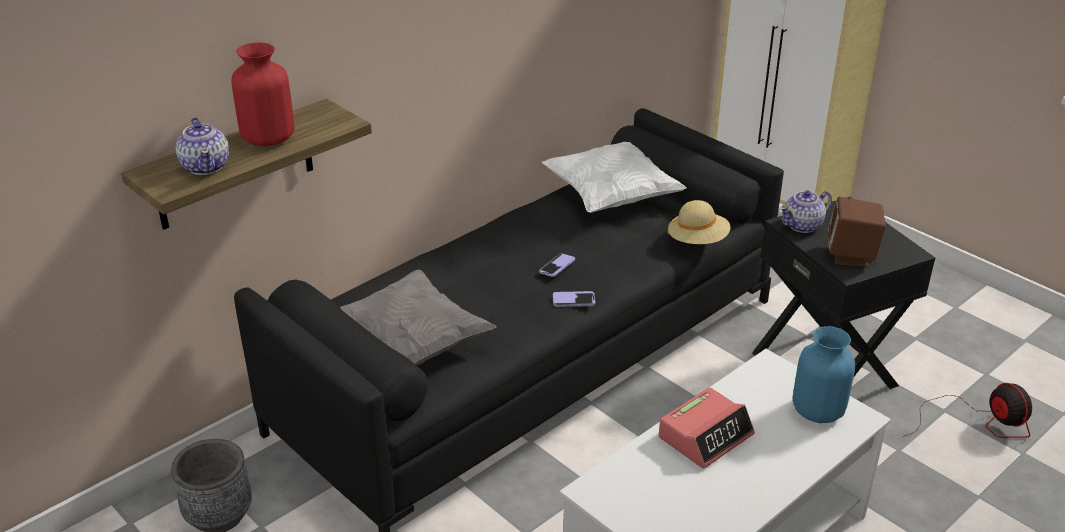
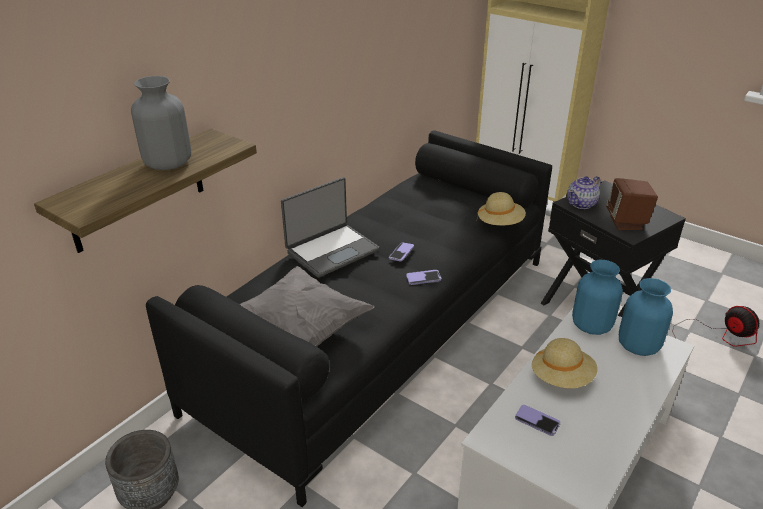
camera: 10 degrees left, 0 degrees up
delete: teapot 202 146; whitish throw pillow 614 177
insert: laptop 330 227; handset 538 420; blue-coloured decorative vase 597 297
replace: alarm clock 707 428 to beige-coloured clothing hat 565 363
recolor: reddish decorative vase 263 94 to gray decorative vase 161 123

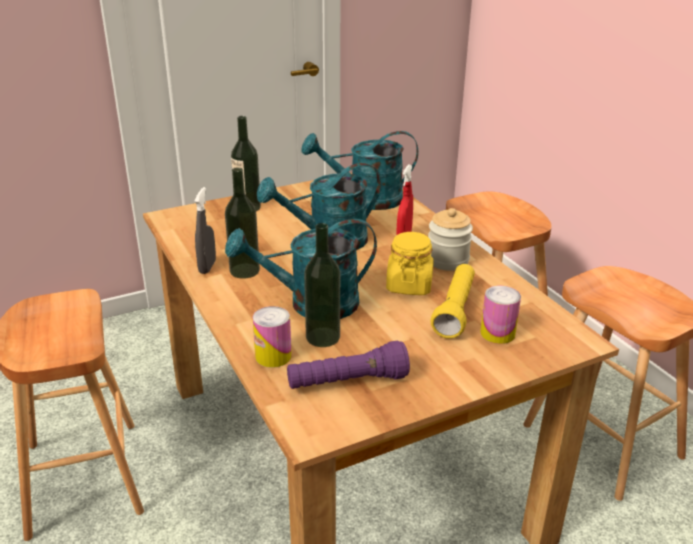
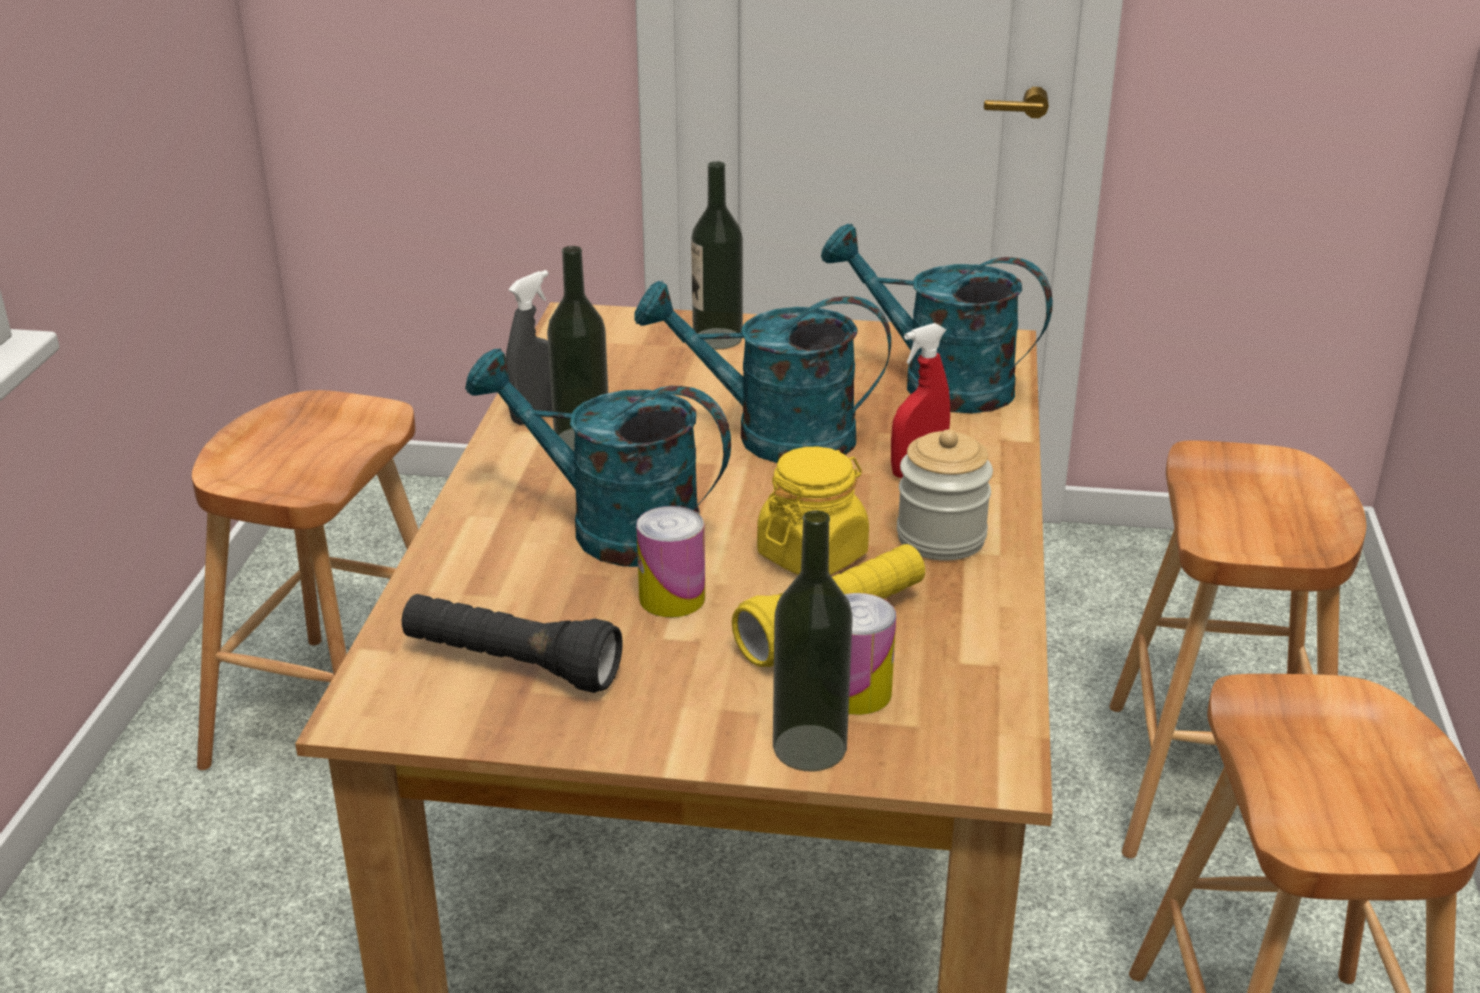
camera: 35 degrees right, 0 degrees up
move: can 272 336 to 670 561; beverage bottle 322 285 to 812 641
recolor: purplish torch 348 365 to blackish torch 512 643

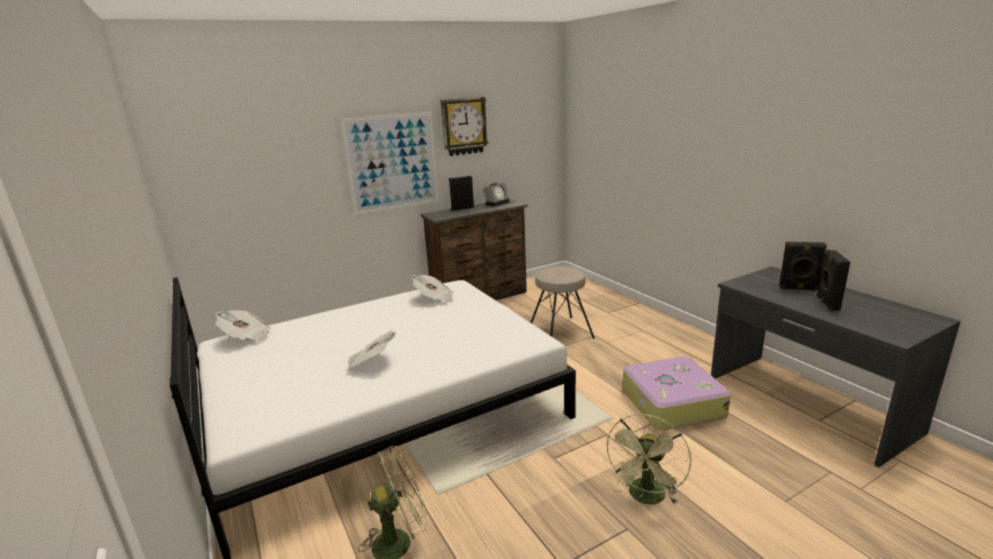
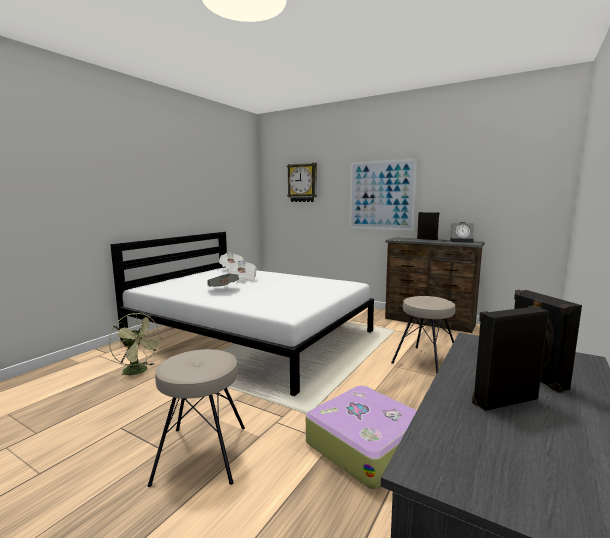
camera: 60 degrees right, 10 degrees down
move: newspaper 432 289 to 242 271; wall clock 464 126 to 302 182
replace: green-coloured electric fan 647 459 to beige-coloured stool seat 196 418

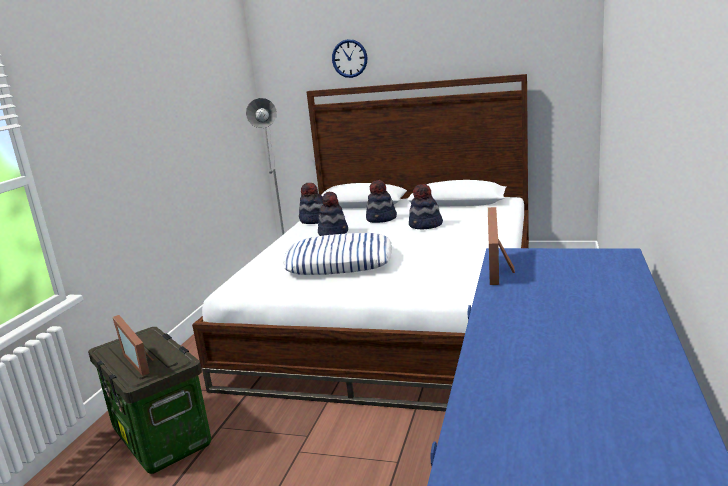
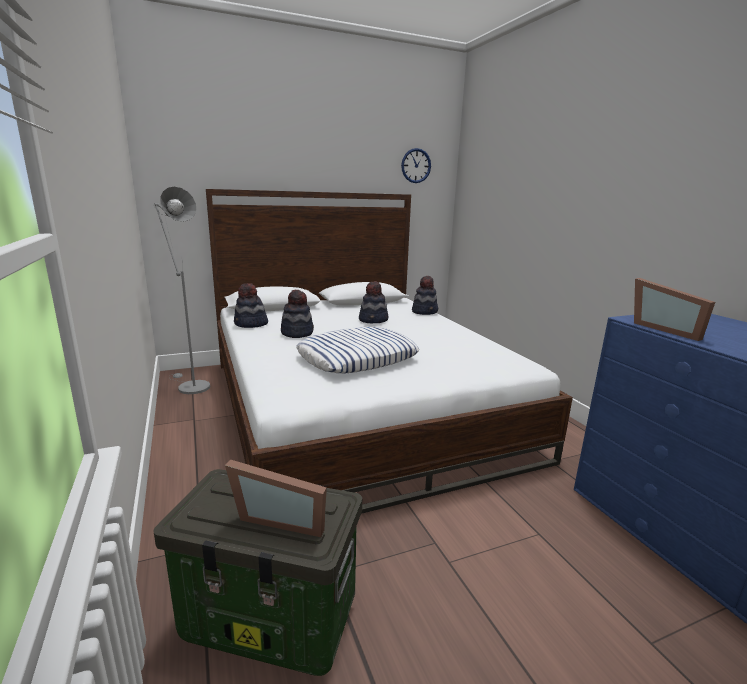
camera: 40 degrees left, 0 degrees up
move: wall clock 350 58 to 416 165; clothing hat 381 201 to 425 295

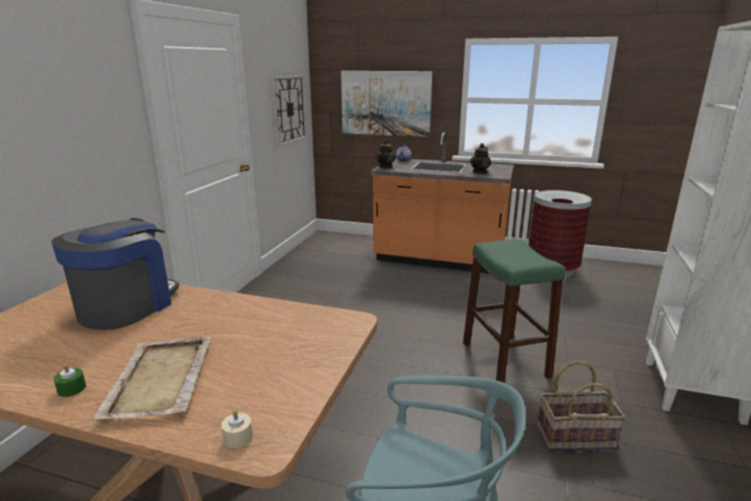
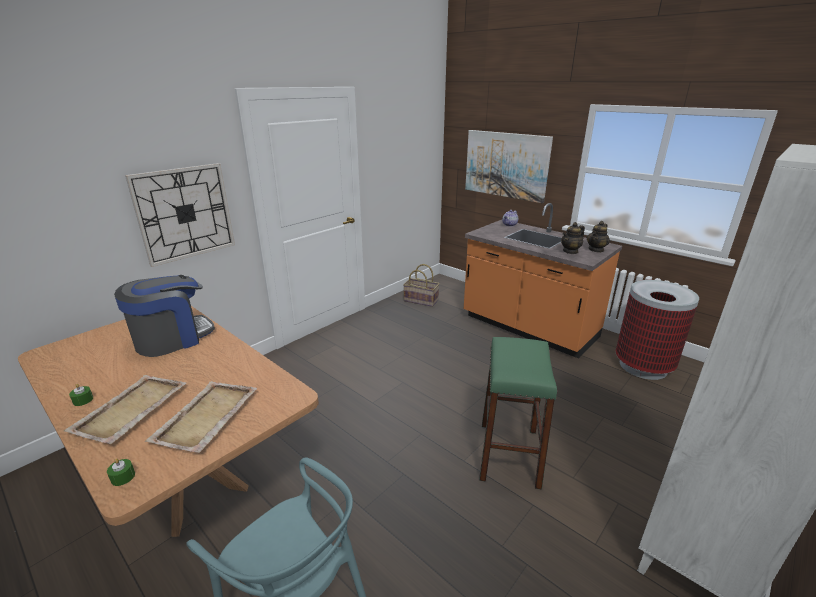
camera: 25 degrees right, 5 degrees up
insert: beige-coloured tray 201 417
move: wall clock 289 111 to 180 215; teapot 386 153 to 598 237; household basket 581 405 to 421 285
recolor: beige-coloured wax light 237 429 to green-coloured wax light 121 472

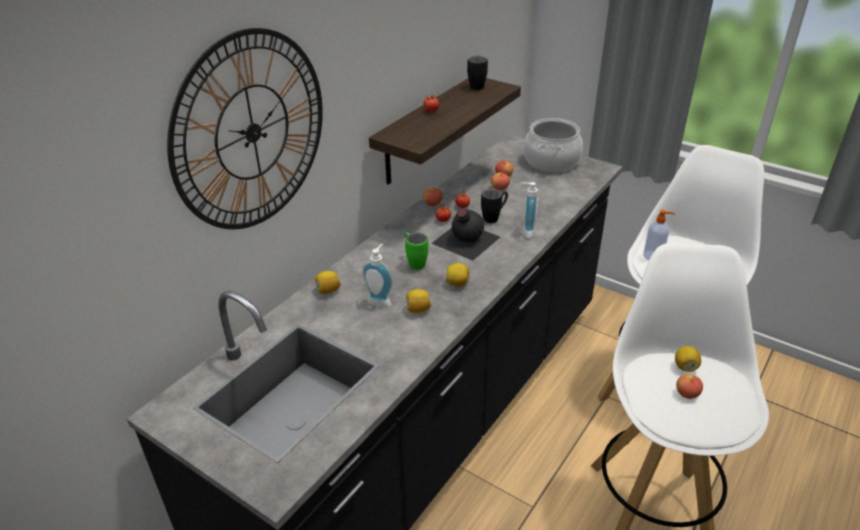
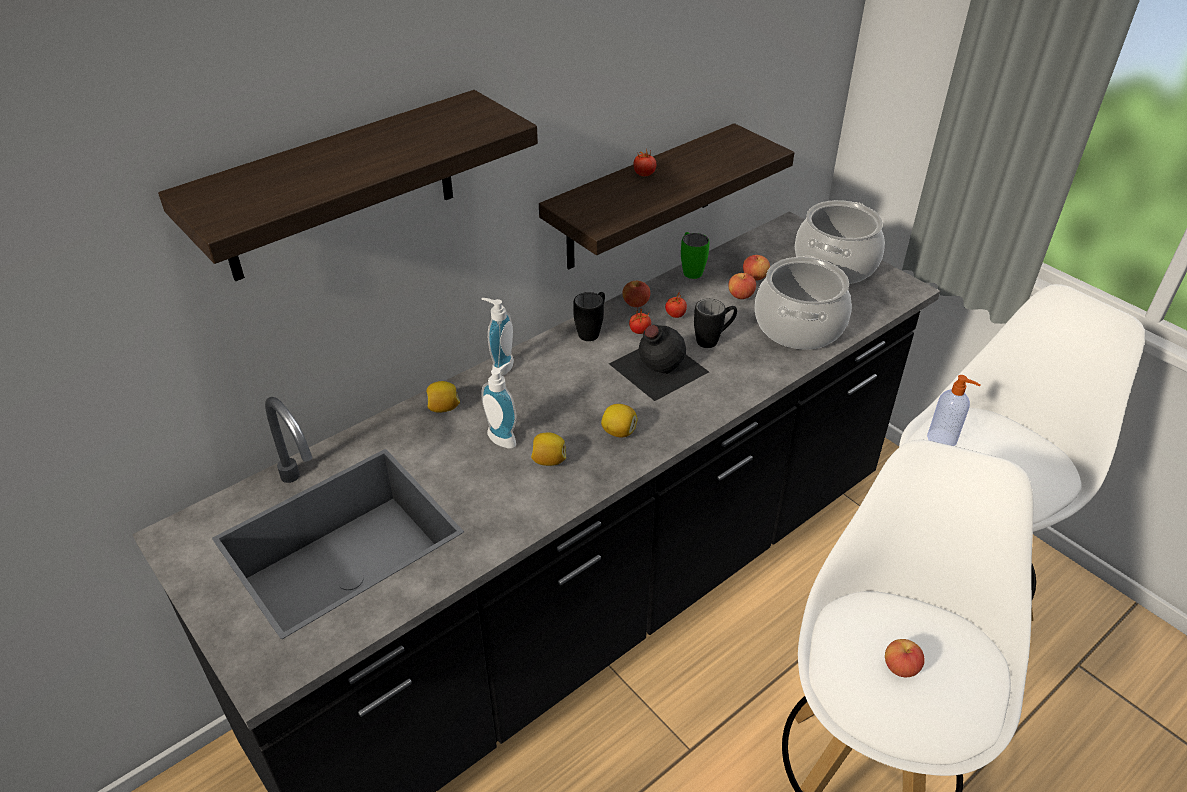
camera: 15 degrees right, 5 degrees up
delete: lemon 688 359
insert: saucepot 803 303
move: green-coloured tea mug 416 251 to 695 255; blackish tea mug 477 73 to 589 316; liquid soap bottle 529 210 to 497 337
replace: wall clock 245 128 to wall shelf 348 185

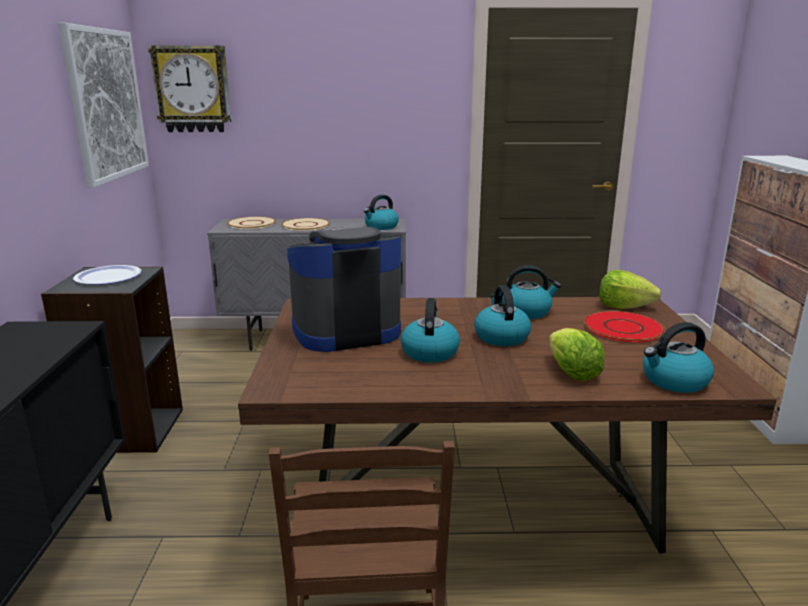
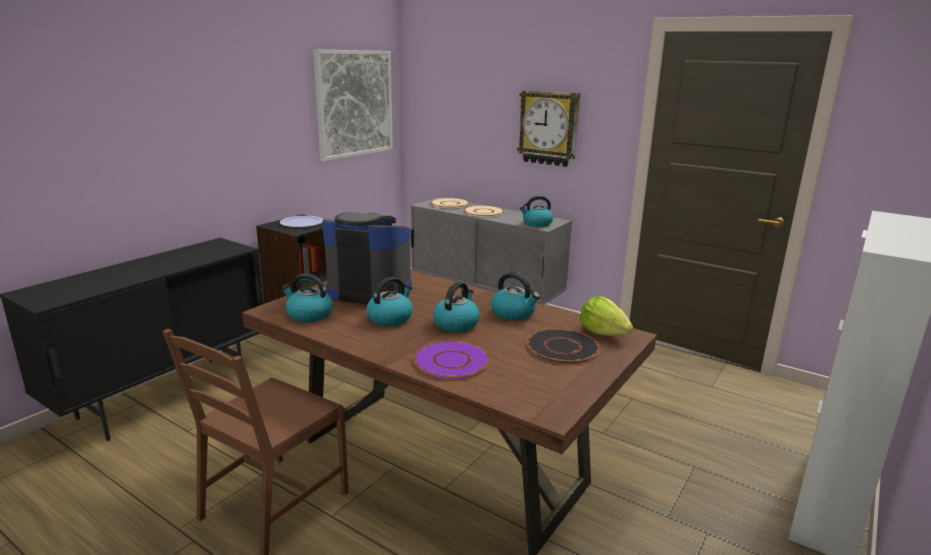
camera: 35 degrees right, 0 degrees up
move: wall clock 189 88 to 548 128; tea kettle 678 357 to 307 297
replace: head of lettuce 577 354 to purplish plate 452 360
recolor: reddish plate 624 326 to blackish plate 563 346

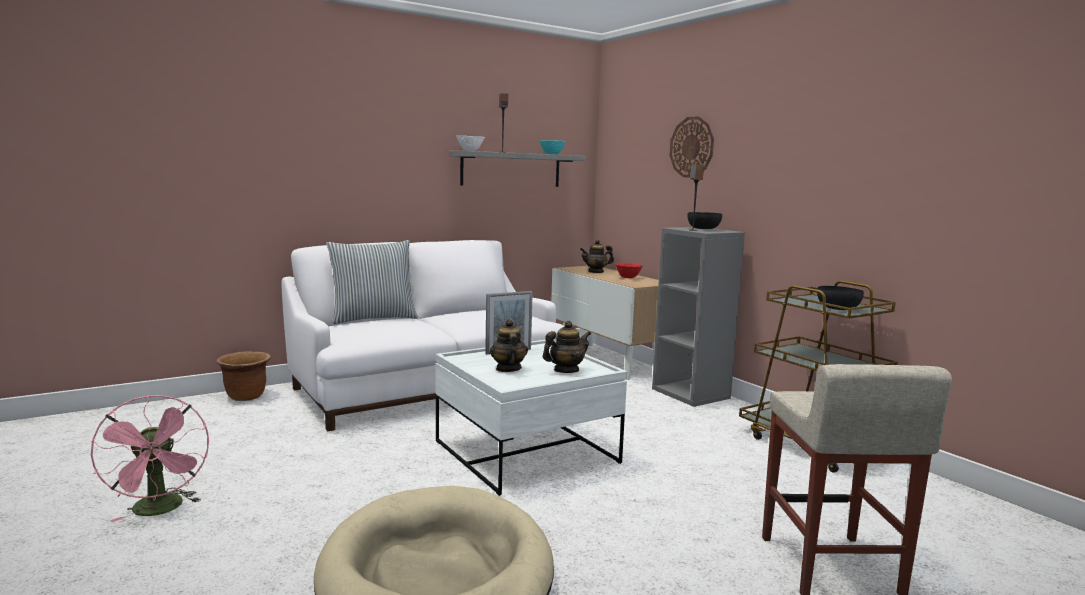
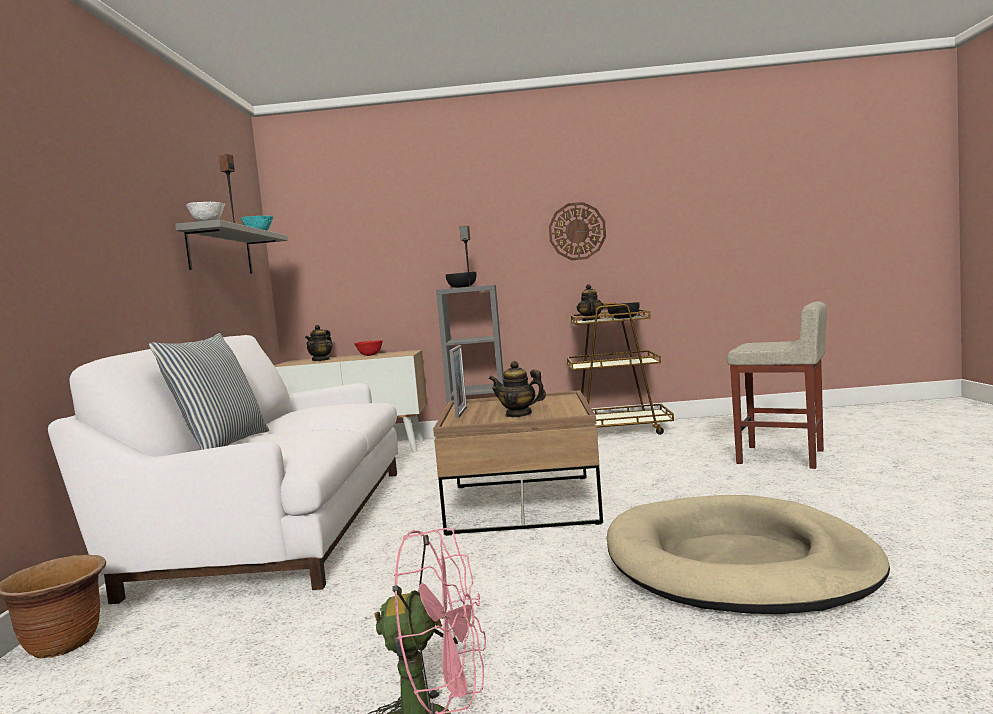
camera: 55 degrees left, 5 degrees down
move: teapot 567 347 to 590 302; wall clock 692 147 to 577 231
recolor: whitish lounge table 531 418 to brownish lounge table 518 463

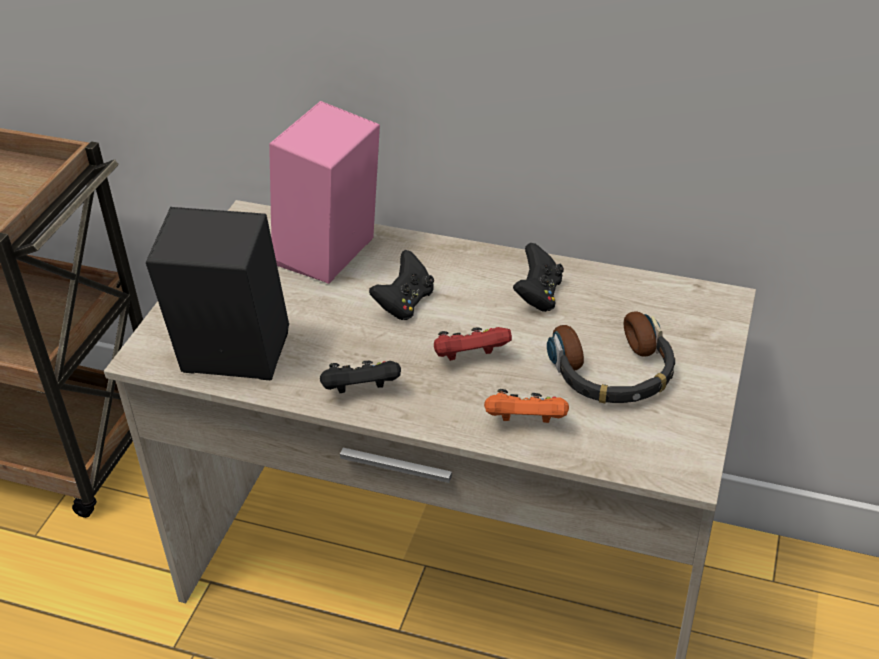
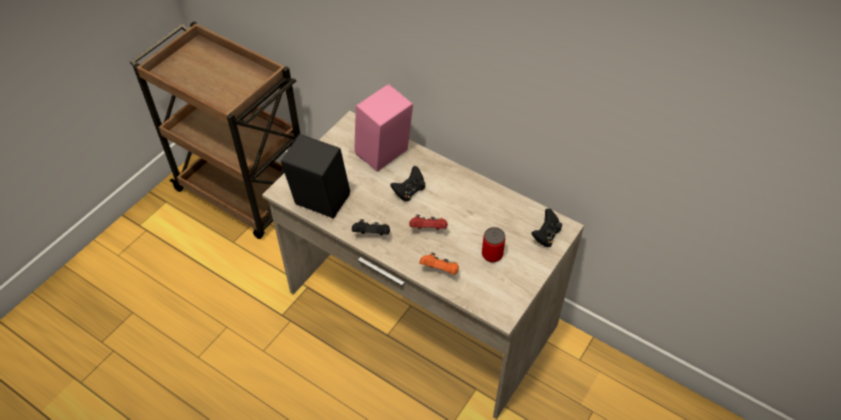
camera: 15 degrees right, 10 degrees up
move: blackish game controller 538 277 to 546 228
replace: headset 611 357 to can 493 245

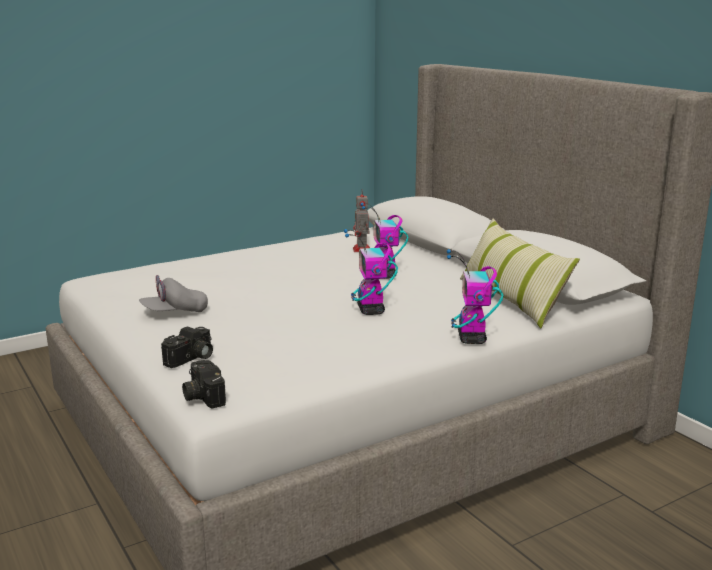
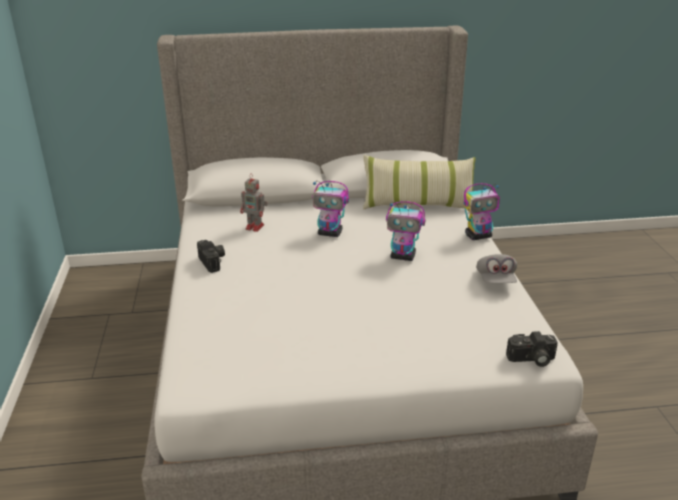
camera: 65 degrees left, 10 degrees up
move: gray baseball cap 173 293 to 496 268; still camera 187 347 to 211 256
rotate: toy robot 475 296 = 482 211 45 degrees counterclockwise

